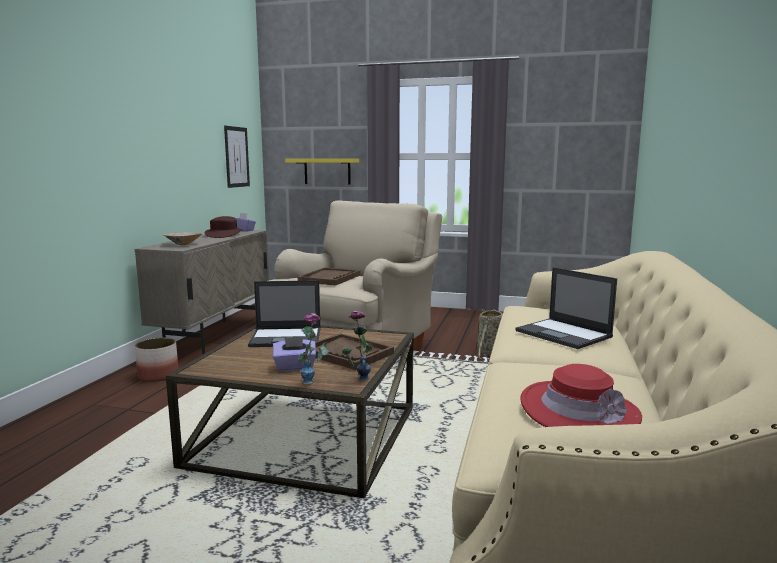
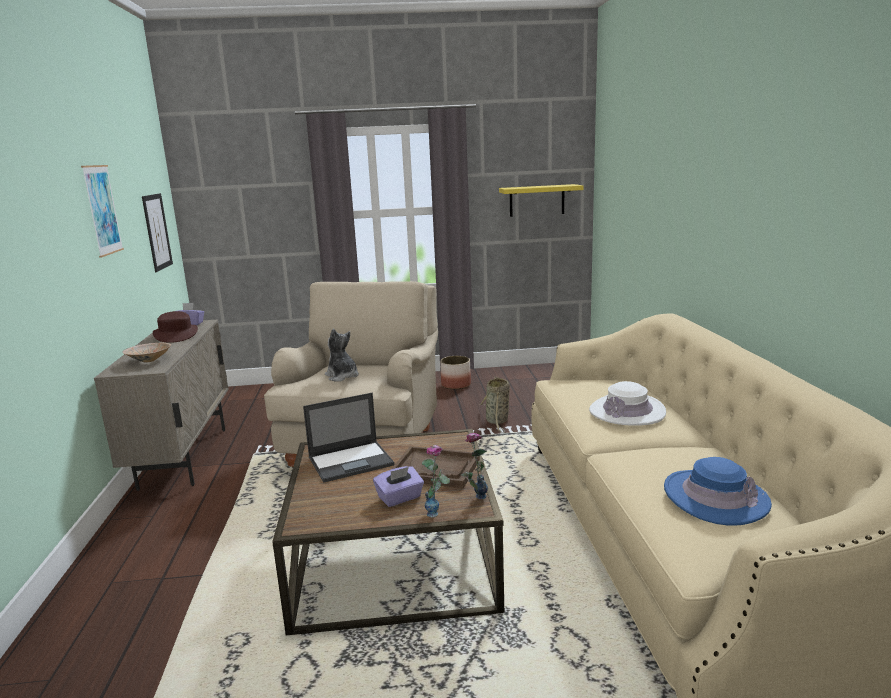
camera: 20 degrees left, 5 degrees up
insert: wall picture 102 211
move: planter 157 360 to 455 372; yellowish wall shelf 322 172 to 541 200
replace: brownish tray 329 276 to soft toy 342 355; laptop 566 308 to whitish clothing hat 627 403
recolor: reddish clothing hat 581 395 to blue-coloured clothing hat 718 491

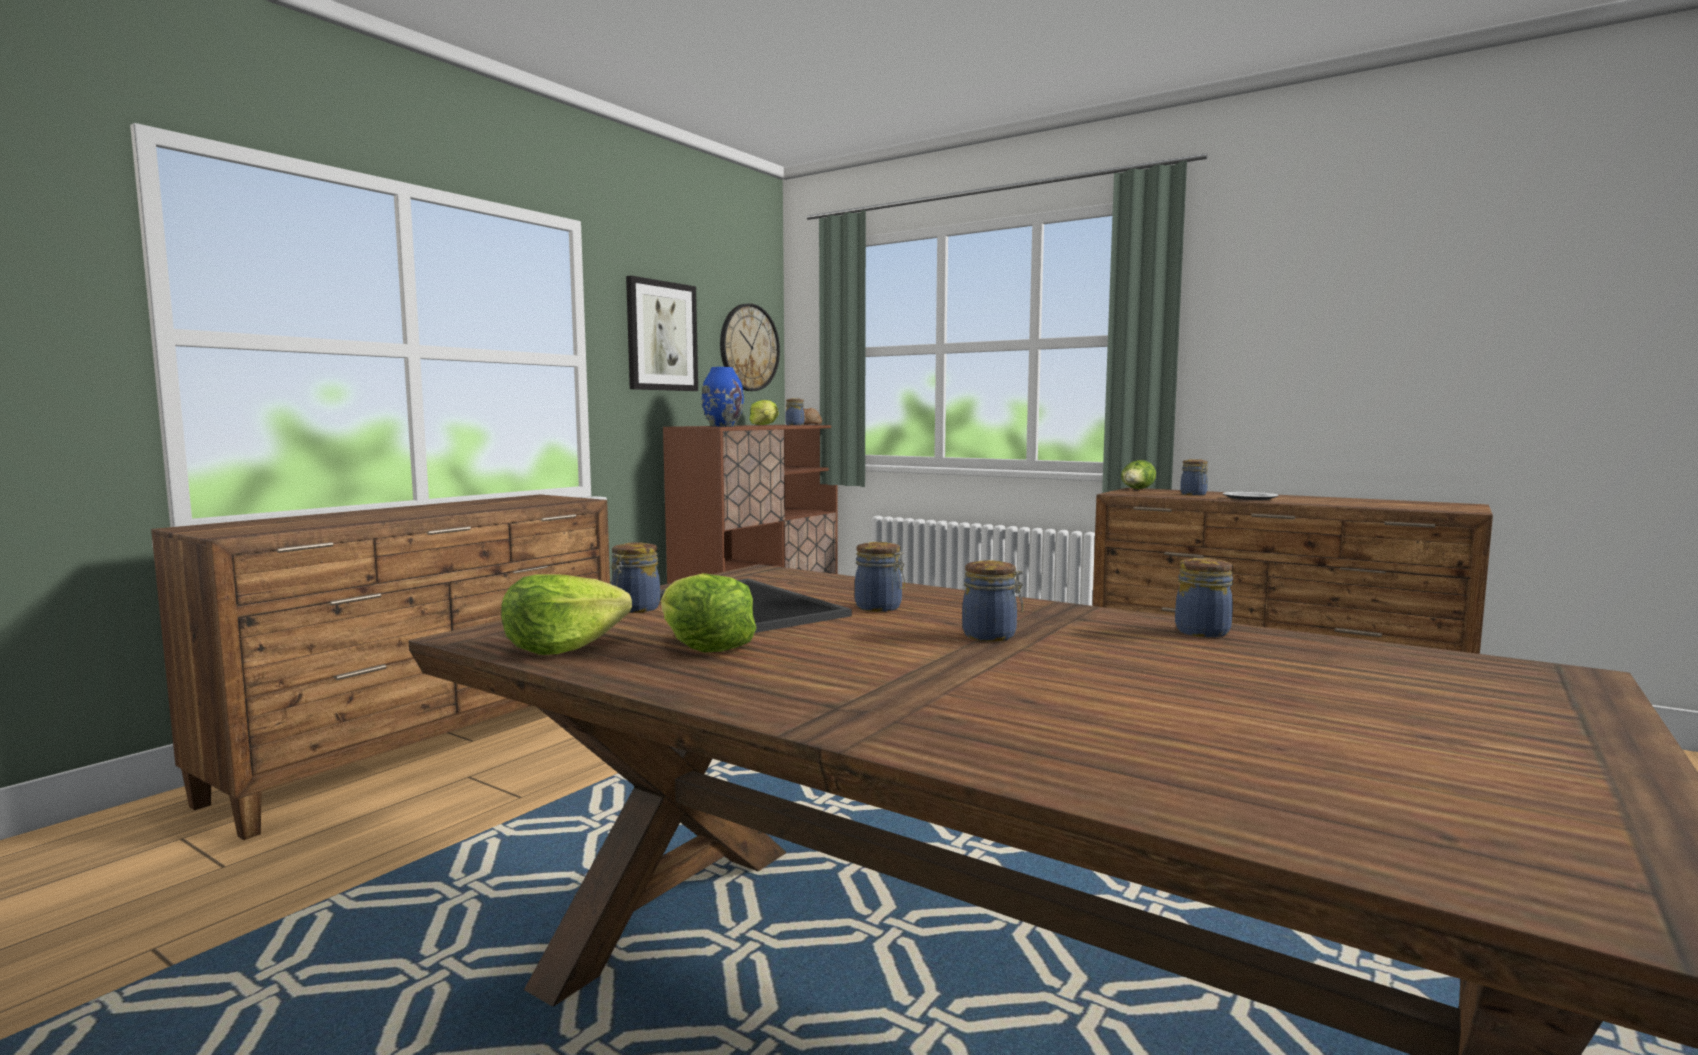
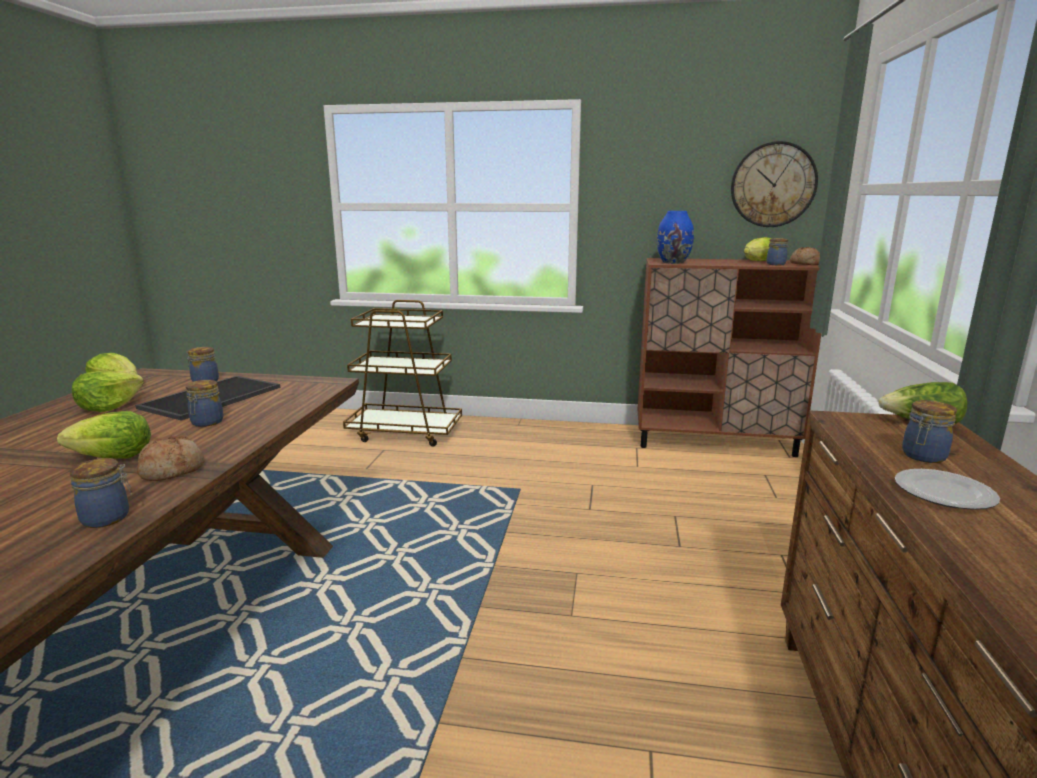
camera: 65 degrees right, 10 degrees up
delete: wall picture 662 333
insert: baked bread 171 458
replace: brownish dresser 380 667 to brownish wheeled cart 402 373; preserve jar 992 600 to head of lettuce 104 434

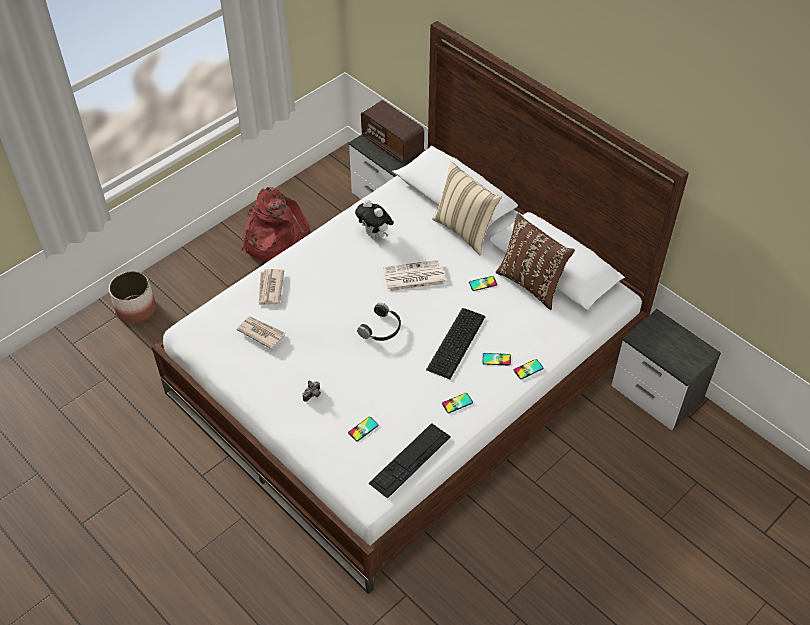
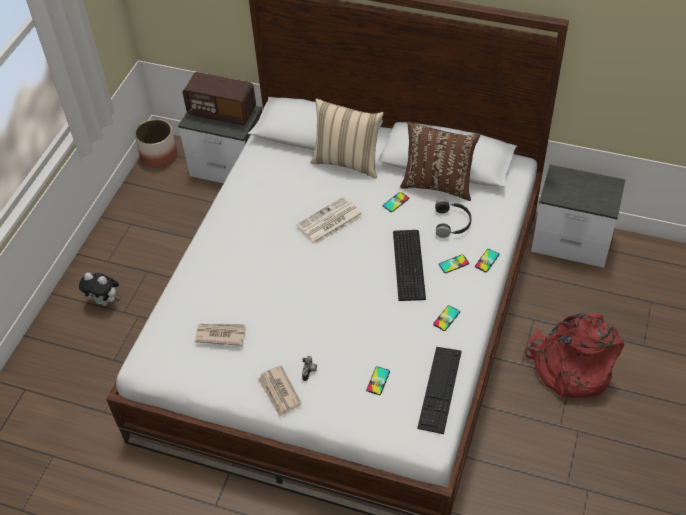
camera: 25 degrees left, 0 degrees up
move: planter 132 297 to 156 143; reddish knapsack 276 224 to 574 355; newspaper 271 287 to 279 391; soft toy 374 219 to 99 289; blackish headset 379 321 to 453 218

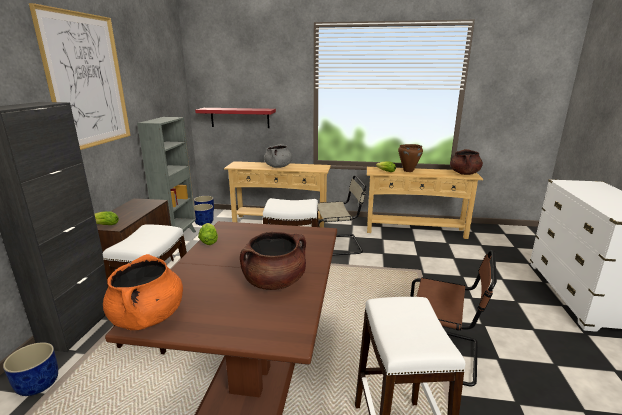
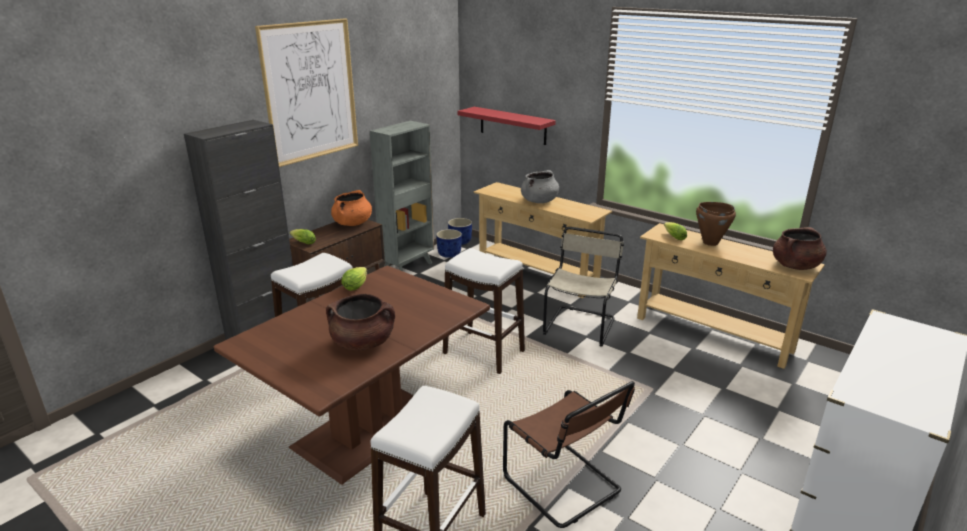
camera: 30 degrees right, 5 degrees up
delete: blue-coloured planter 30 369
move: orange-coloured saucepot 143 292 to 351 208
rotate: beige-coloured chair 342 215 = 583 287 90 degrees counterclockwise

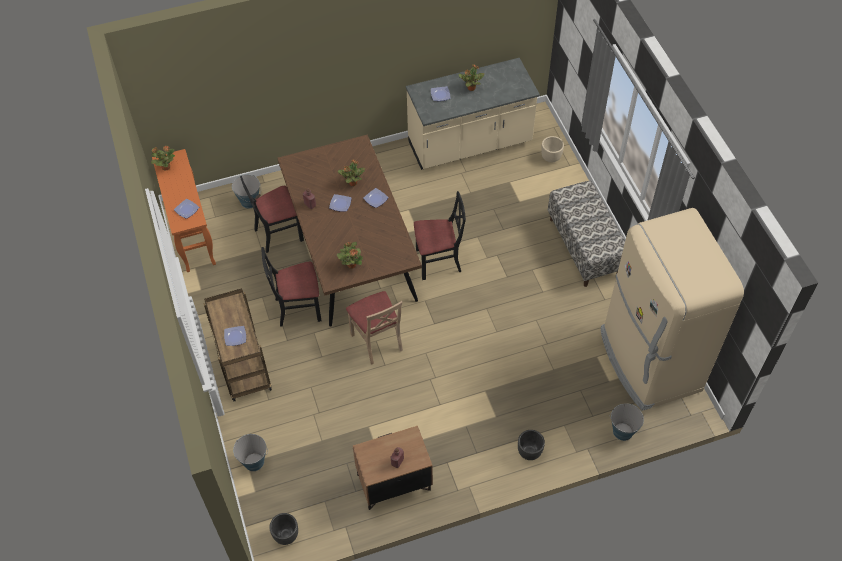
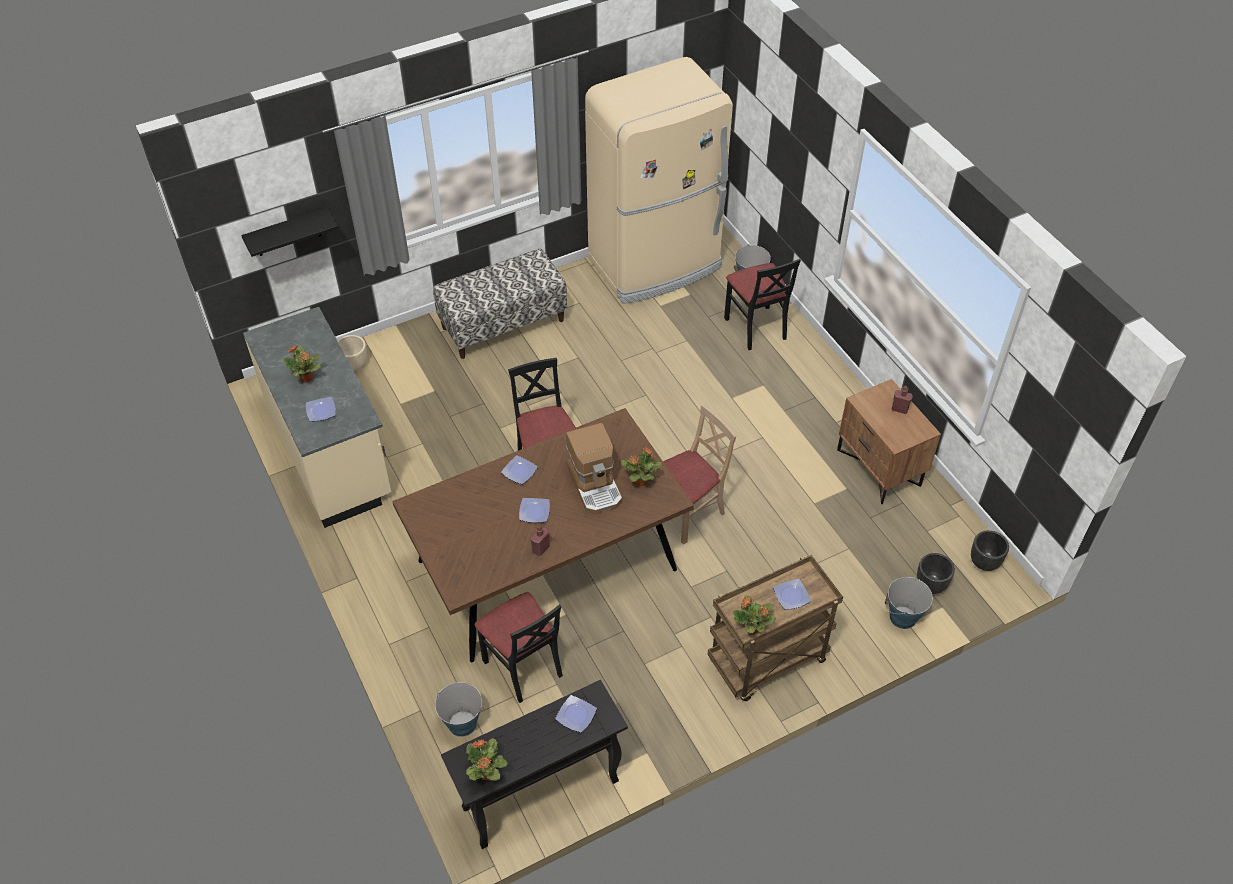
camera: 100 degrees left, 5 degrees down
insert: blackish wall shelf 289 232; coffee maker 594 468
move: blackish chair 292 287 to 762 304; plant in a pot 351 173 to 754 615; blackish planter 531 445 to 936 573
recolor: orange-coloured hall table 184 210 to blackish hall table 534 764

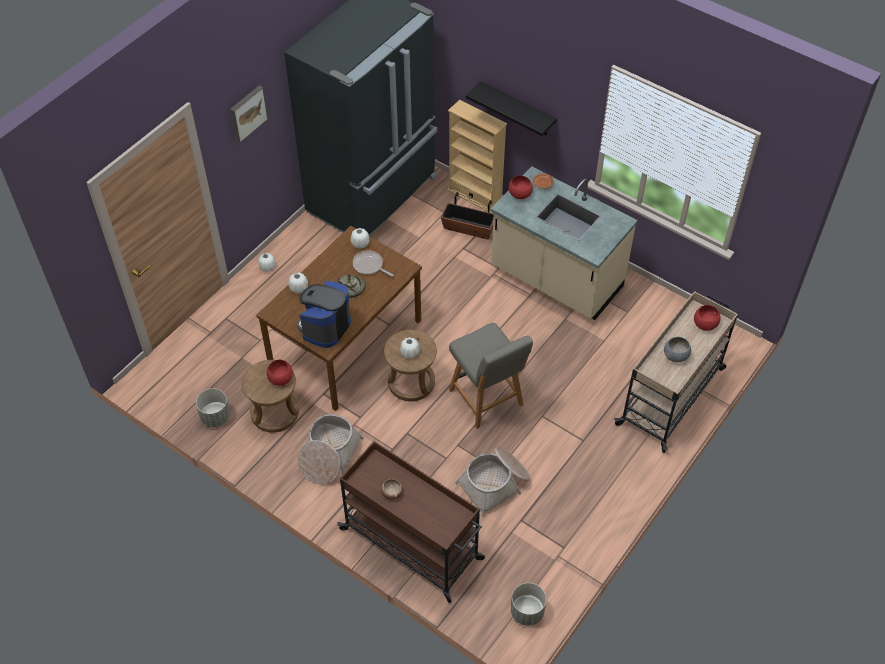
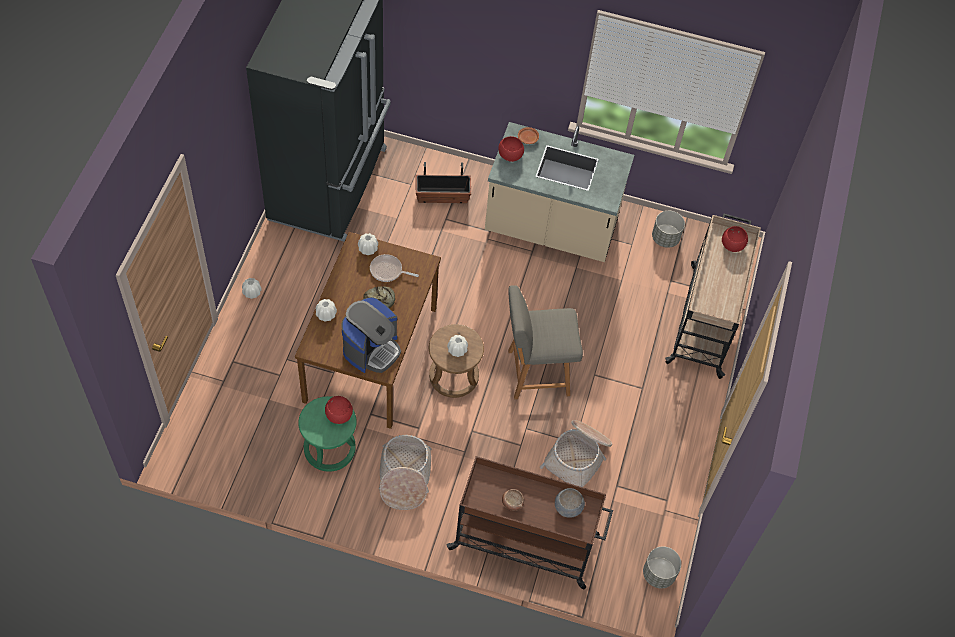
camera: 25 degrees left, 5 degrees up
delete: wall picture 249 114; beige-coloured shelving unit 477 156; blackish wall shelf 511 108
move: gray planter 213 407 to 668 229; gray deep dish 677 349 to 570 503
recolor: brownish stool seat 270 396 to green-coloured stool seat 327 434
rotate: coffee maker 324 314 = 371 335 150 degrees counterclockwise; gray chair 491 376 = 545 342 135 degrees clockwise

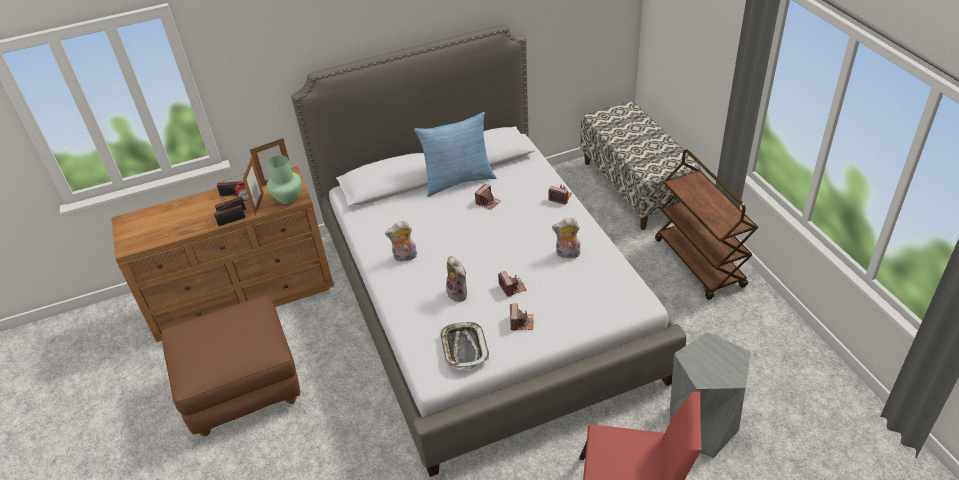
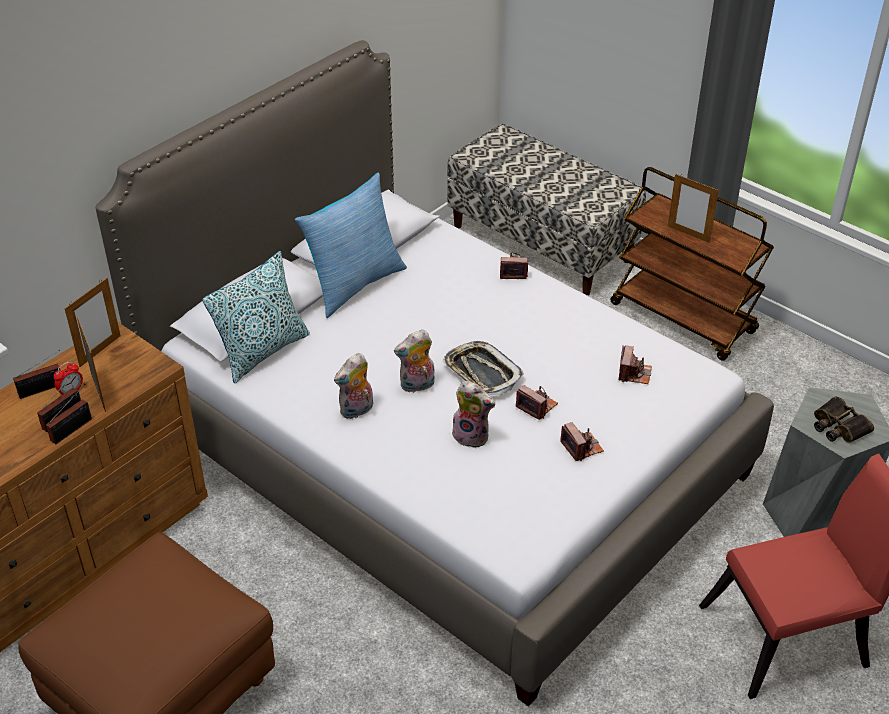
camera: 30 degrees left, 0 degrees up
delete: green-coloured decorative vase 284 179
insert: throw pillow 256 317; picture frame 693 208; field glasses 844 419
move: tray 464 346 to 483 368; still camera 488 197 to 635 364; soft toy 566 238 to 414 361

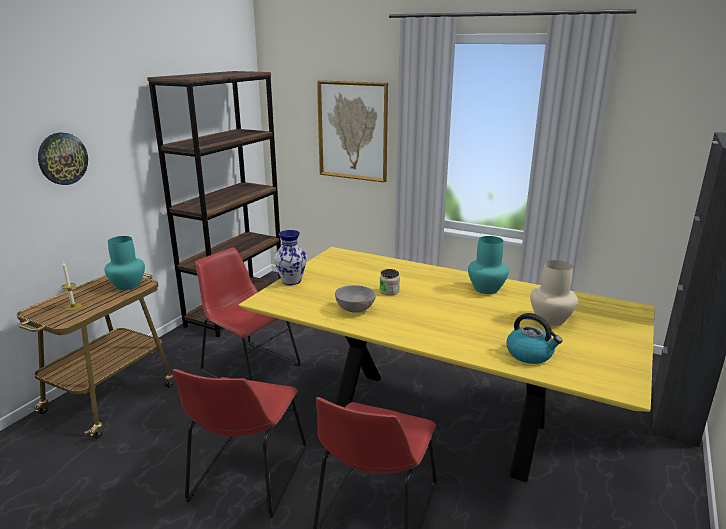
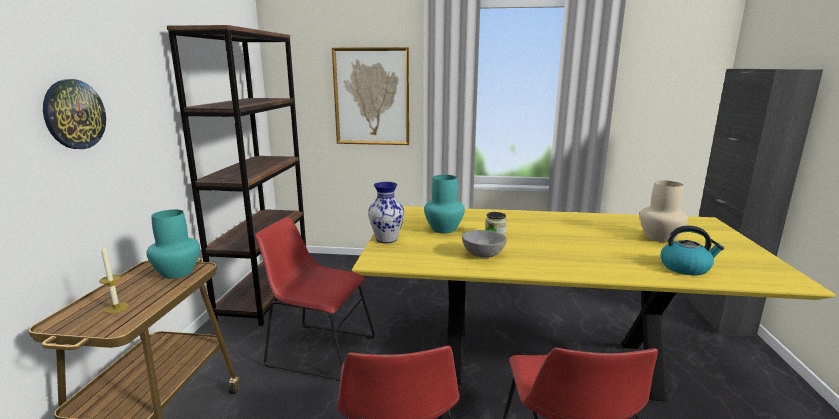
camera: 20 degrees left, 5 degrees down
move: turquoise-coloured decorative vase 488 265 to 444 204

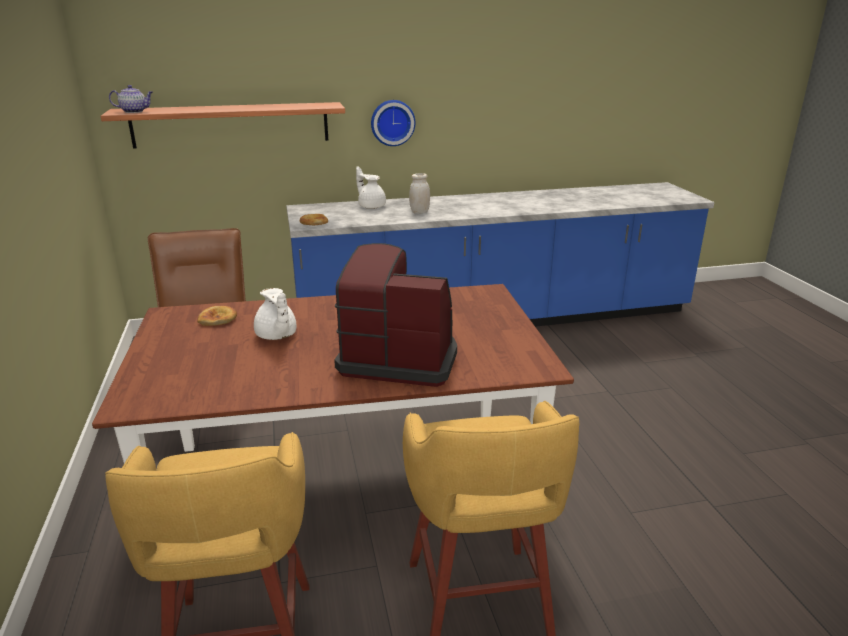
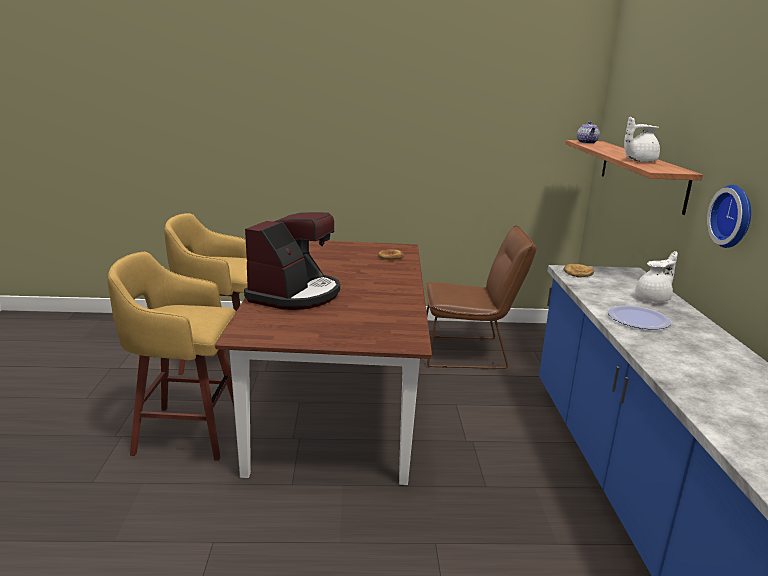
camera: 100 degrees right, 5 degrees down
move: whitish teapot 275 314 to 642 139
replace: whitish preserve jar 419 193 to plate 639 317

